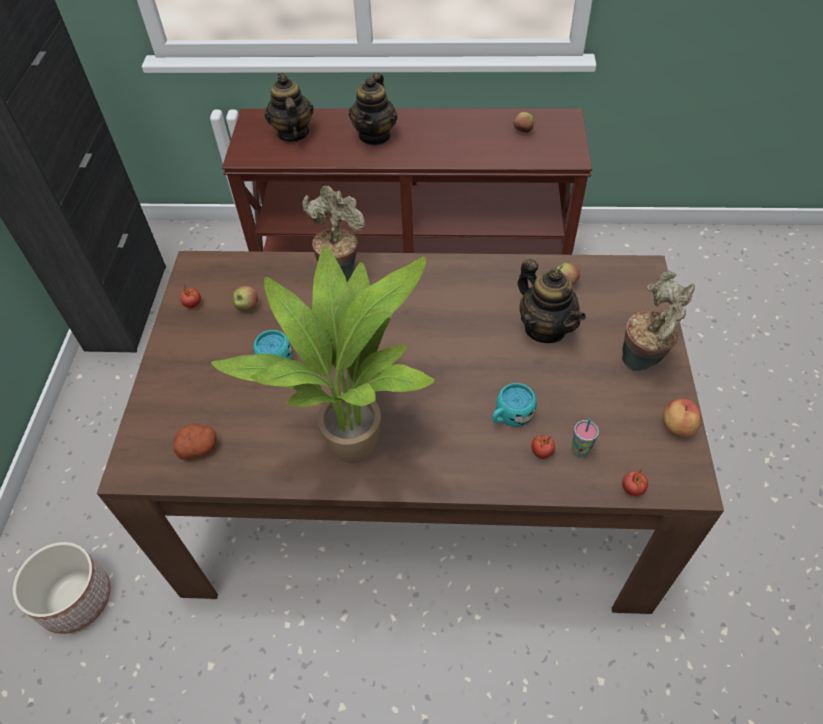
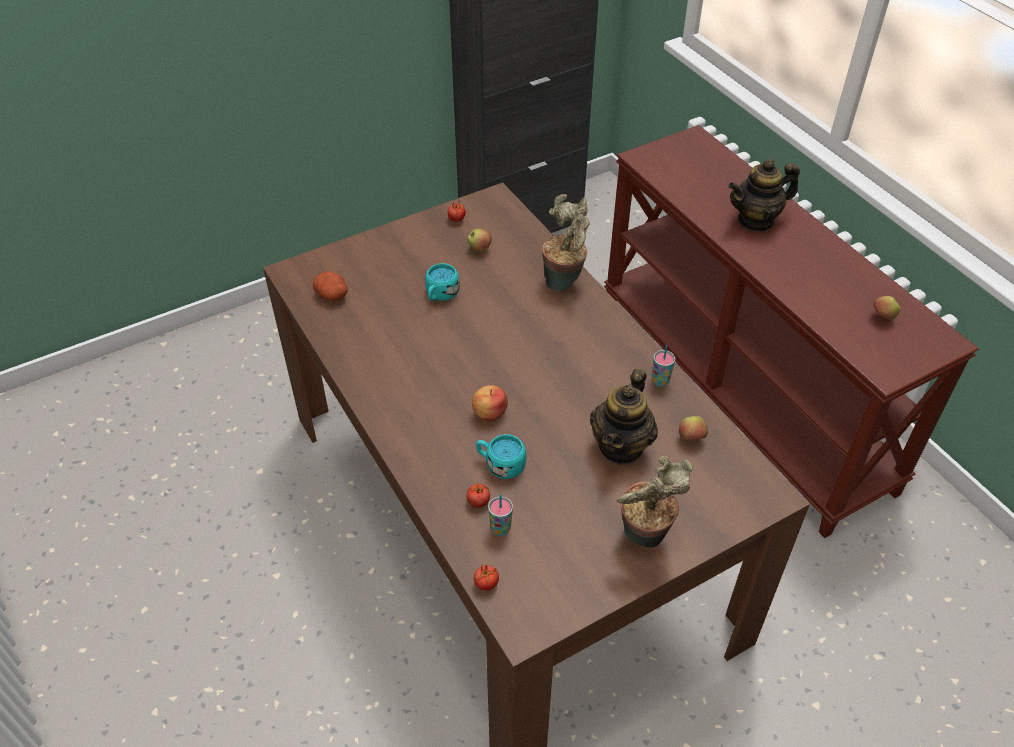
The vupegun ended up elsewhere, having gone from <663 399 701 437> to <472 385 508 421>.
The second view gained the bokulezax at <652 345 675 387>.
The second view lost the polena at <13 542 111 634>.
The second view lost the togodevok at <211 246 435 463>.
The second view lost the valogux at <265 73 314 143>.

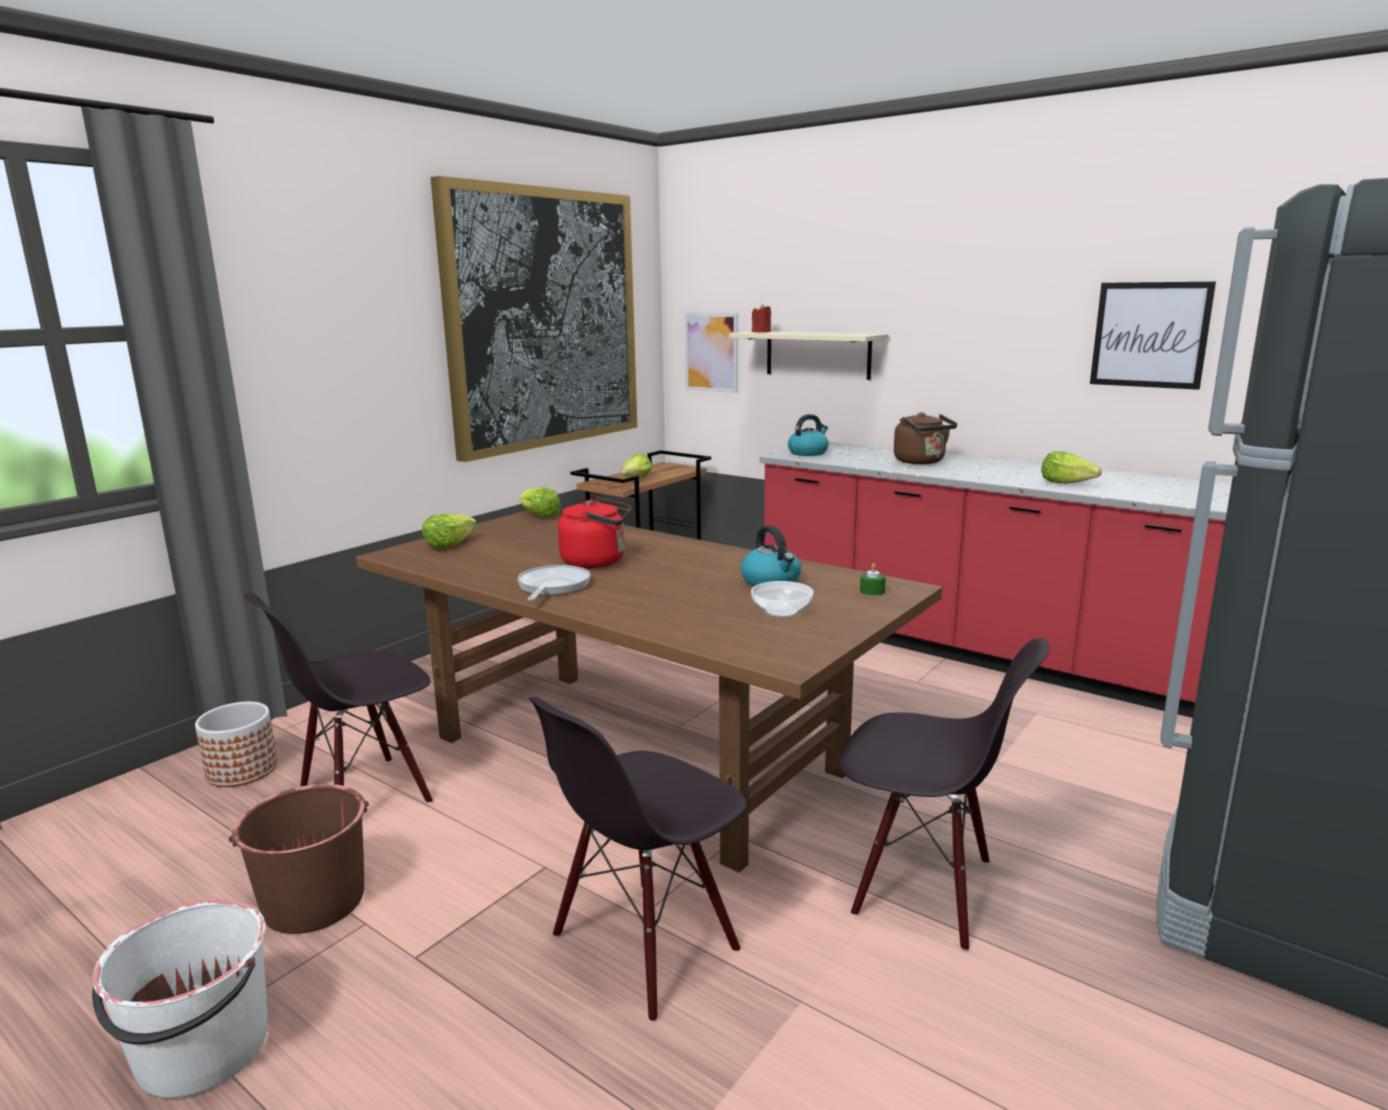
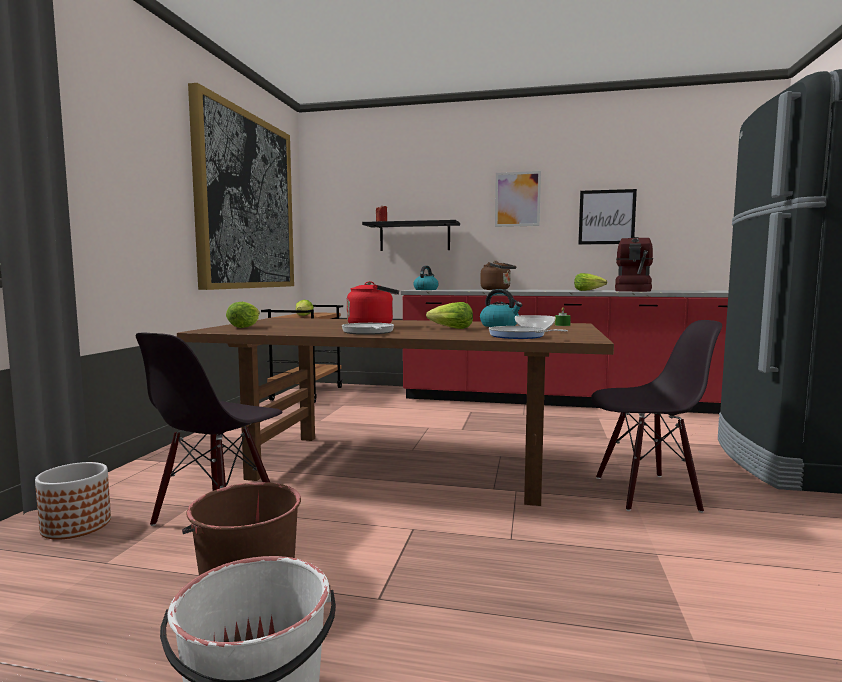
What was the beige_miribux at <729 331 888 380> turned into the black_miribux at <362 220 460 251>.
The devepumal ended up elsewhere, having gone from <519 487 561 518> to <426 302 473 329>.
The second view gained the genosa at <489 326 568 339>.
The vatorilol ended up elsewhere, having gone from <684 313 738 393> to <495 171 541 227>.
The second view gained the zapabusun at <615 237 653 292>.
The second view lost the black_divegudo at <529 697 747 1023>.

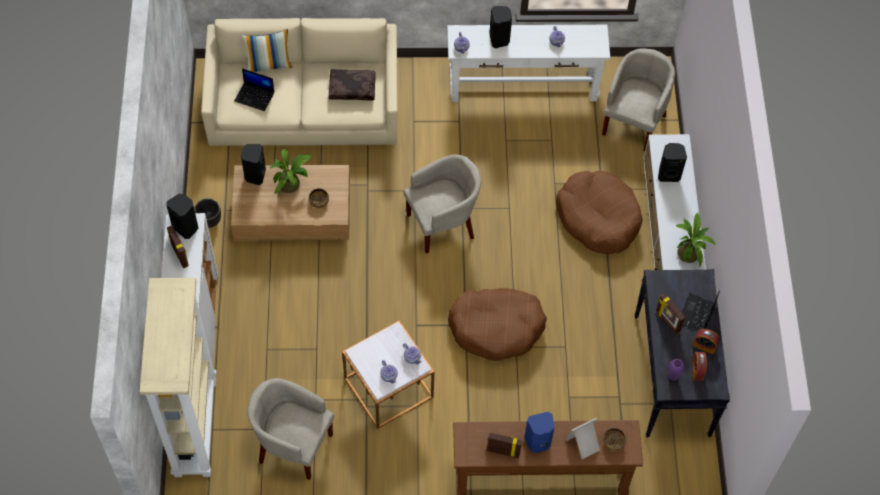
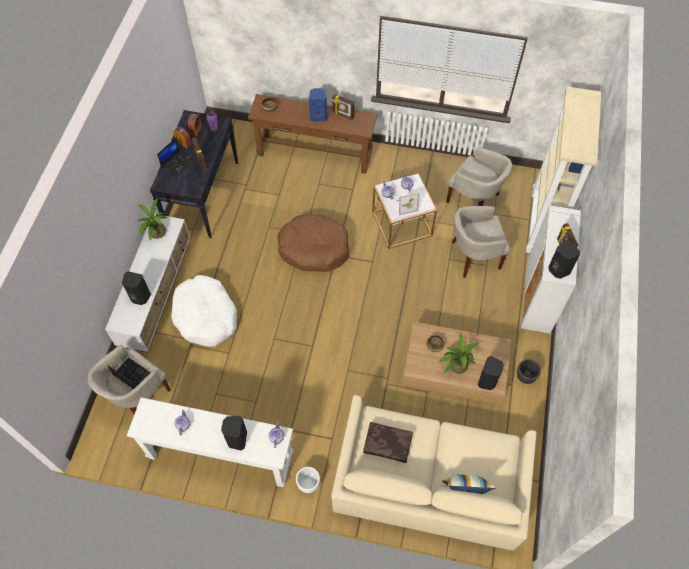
The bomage ended up elsewhere, having gone from <234 68 274 111> to <107 357 151 389>.
What was the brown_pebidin at <556 171 642 254> turned into the white_pebidin at <171 275 237 347>.
The second view gained the white_polena at <296 467 320 493>.
The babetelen ended up elsewhere, having gone from <566 418 600 459> to <396 192 419 215>.
The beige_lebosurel ended up elsewhere, having gone from <403 155 481 254> to <452 206 510 278>.

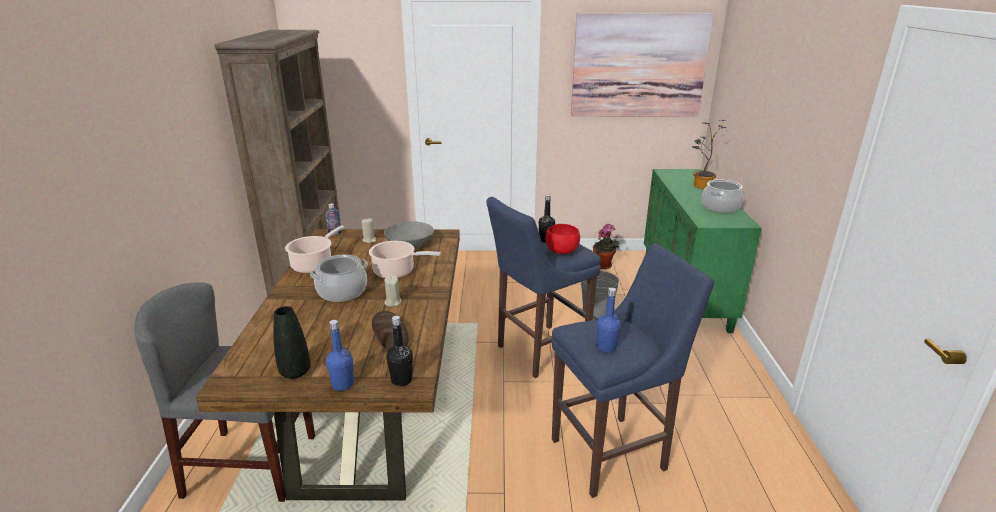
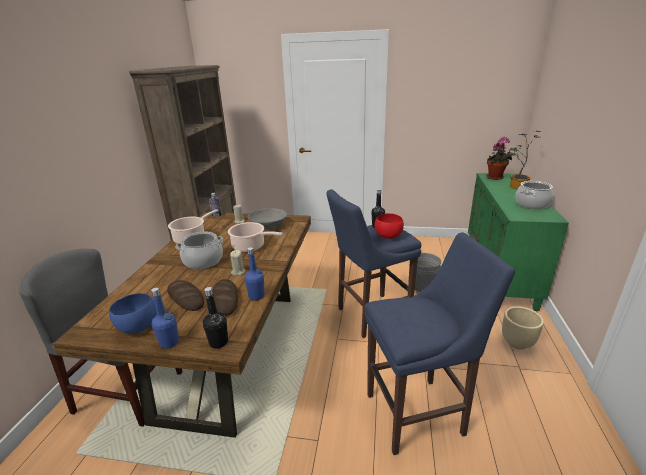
Where the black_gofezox stood at <273 306 311 379>, the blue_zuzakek came to stand at <109 293 157 334>.
The second view gained the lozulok at <167 280 204 311>.
The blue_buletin ended up elsewhere, having gone from <597 287 621 352> to <245 247 264 300>.
The togodevok ended up elsewhere, having gone from <593 223 619 269> to <487 137 513 180>.
The second view gained the beige_polena at <502 306 544 350>.
The second view lost the vatorilol at <571 13 714 116>.

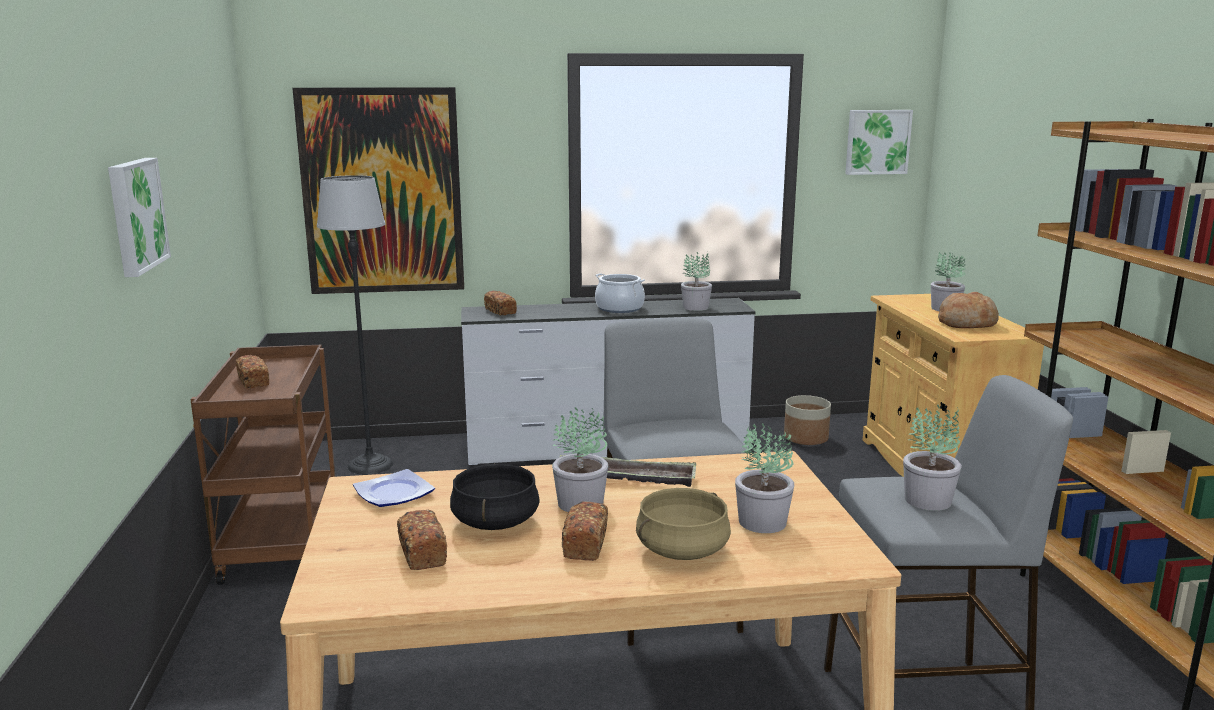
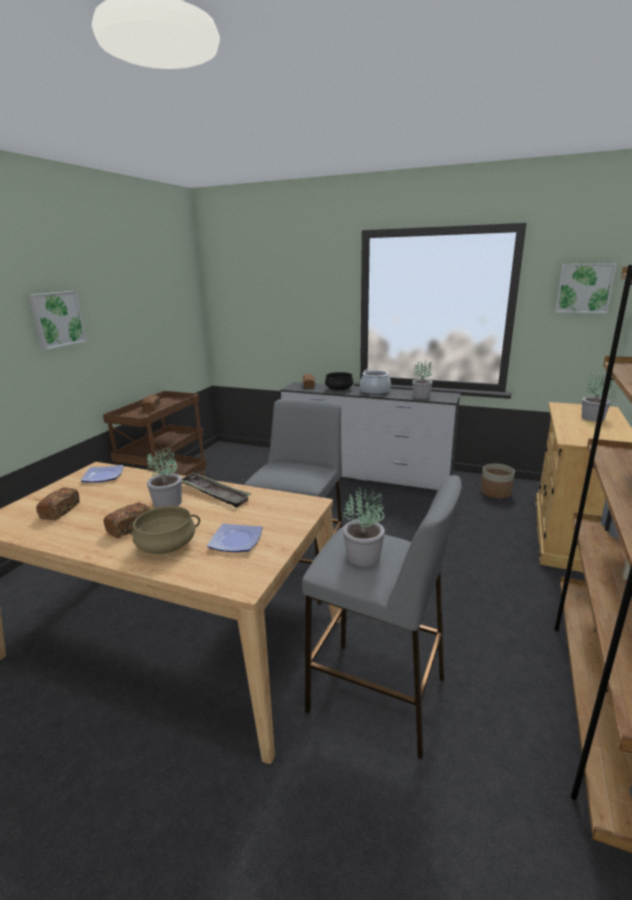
Where the togodevok stood at <735 423 794 533>, the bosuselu came to stand at <207 523 263 552>.
The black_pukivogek ended up elsewhere, having gone from <450 464 540 530> to <325 372 353 390>.
The second view lost the vatorilol at <292 87 464 294>.
The second view lost the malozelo at <317 175 393 474>.
The second view lost the lozulok at <938 292 999 328>.

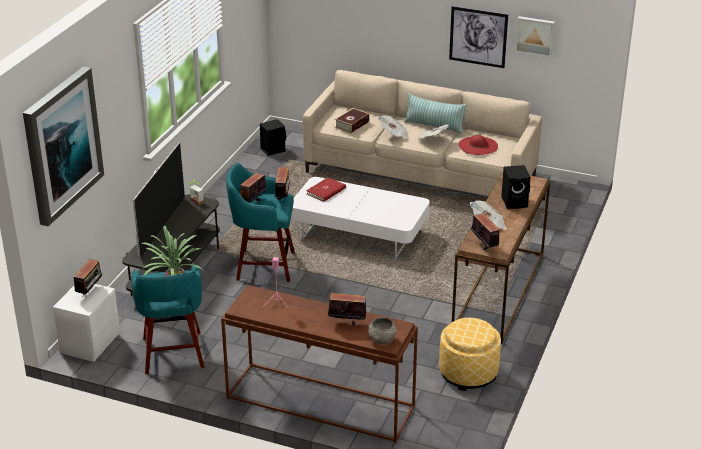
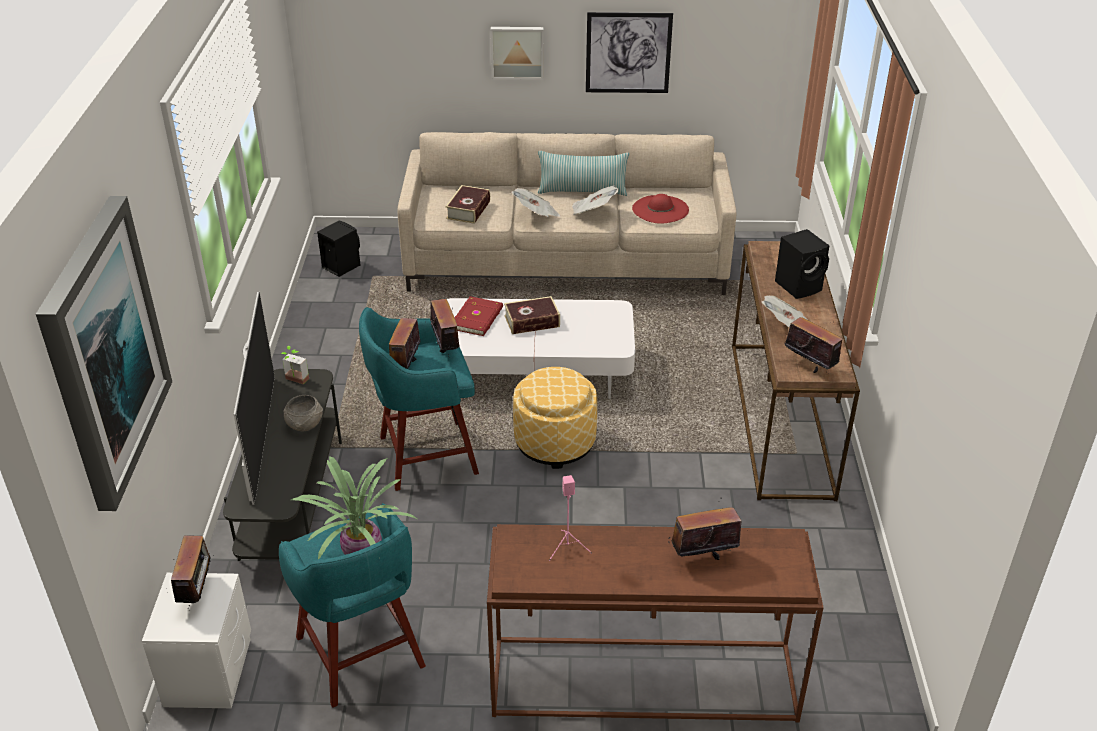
The grey_zuzakek ended up elsewhere, having gone from <368 318 397 344> to <283 395 323 431>.
The vatorilol ended up elsewhere, having gone from <515 16 555 57> to <490 27 544 79>.
The second view gained the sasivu at <504 296 560 334>.
The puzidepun ended up elsewhere, having gone from <439 318 501 391> to <513 367 597 469>.

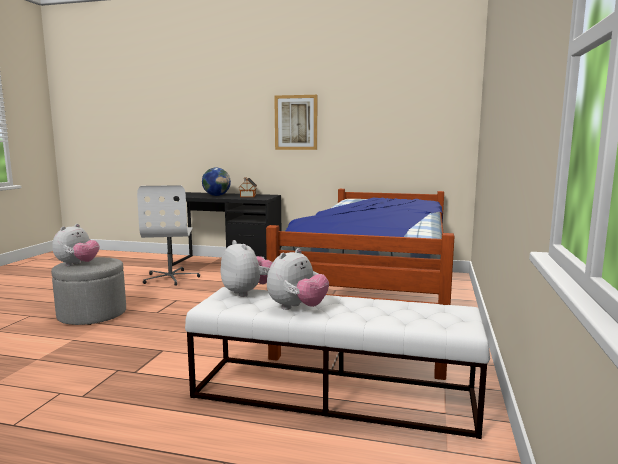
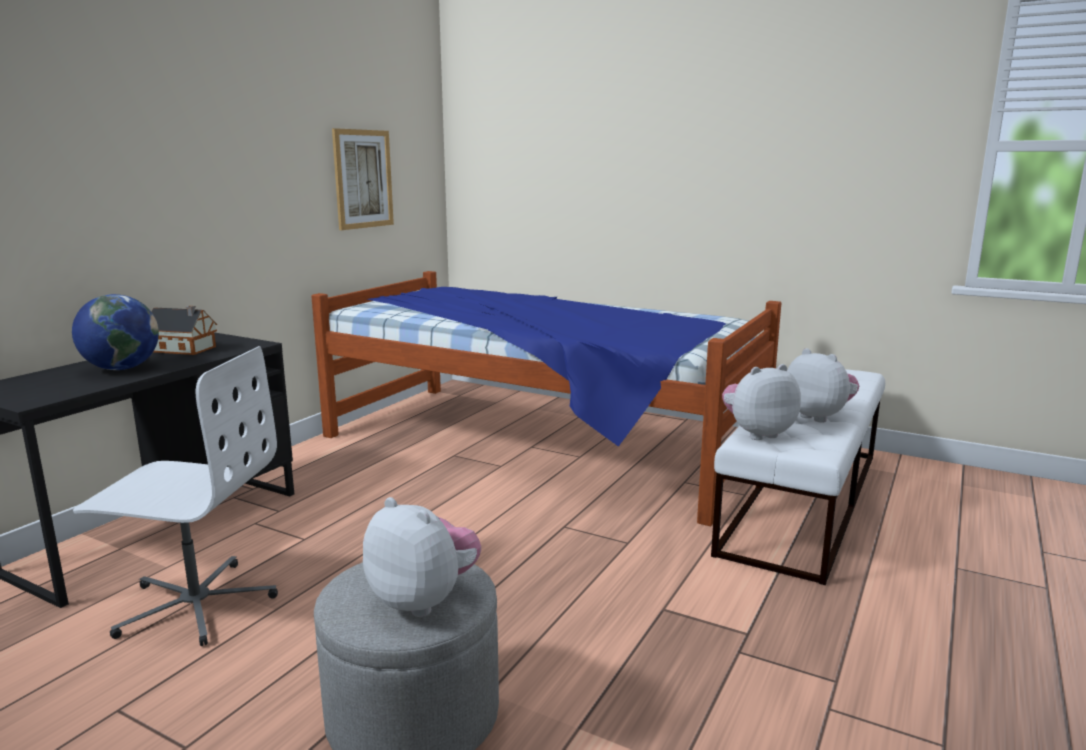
The vatorilol ended up elsewhere, having gone from <274 95 317 150> to <332 128 394 230>.

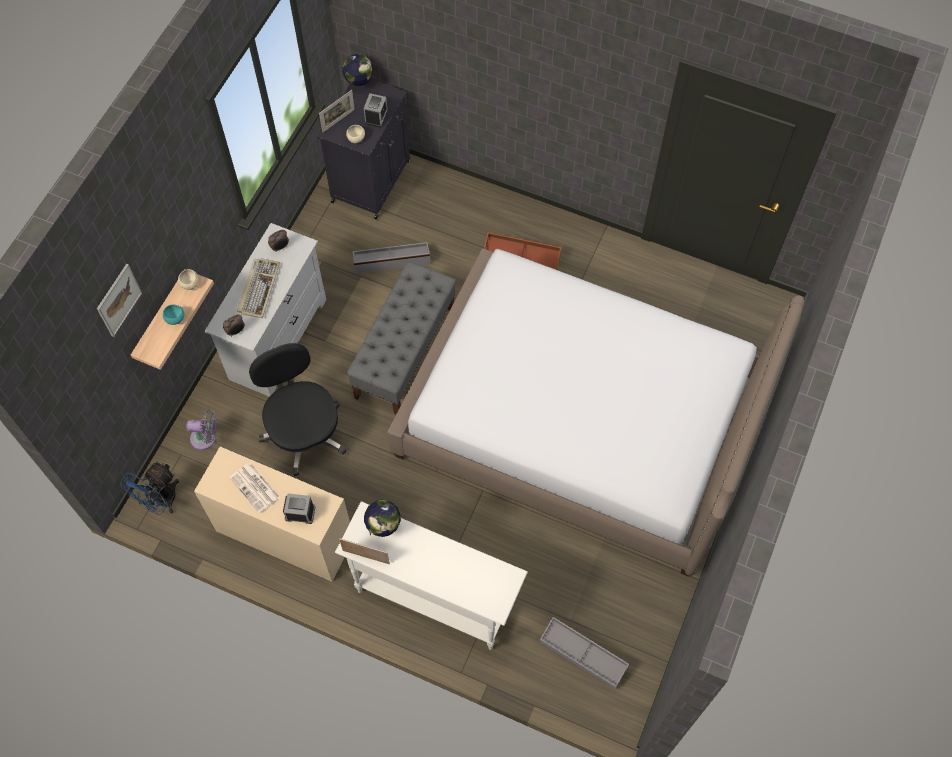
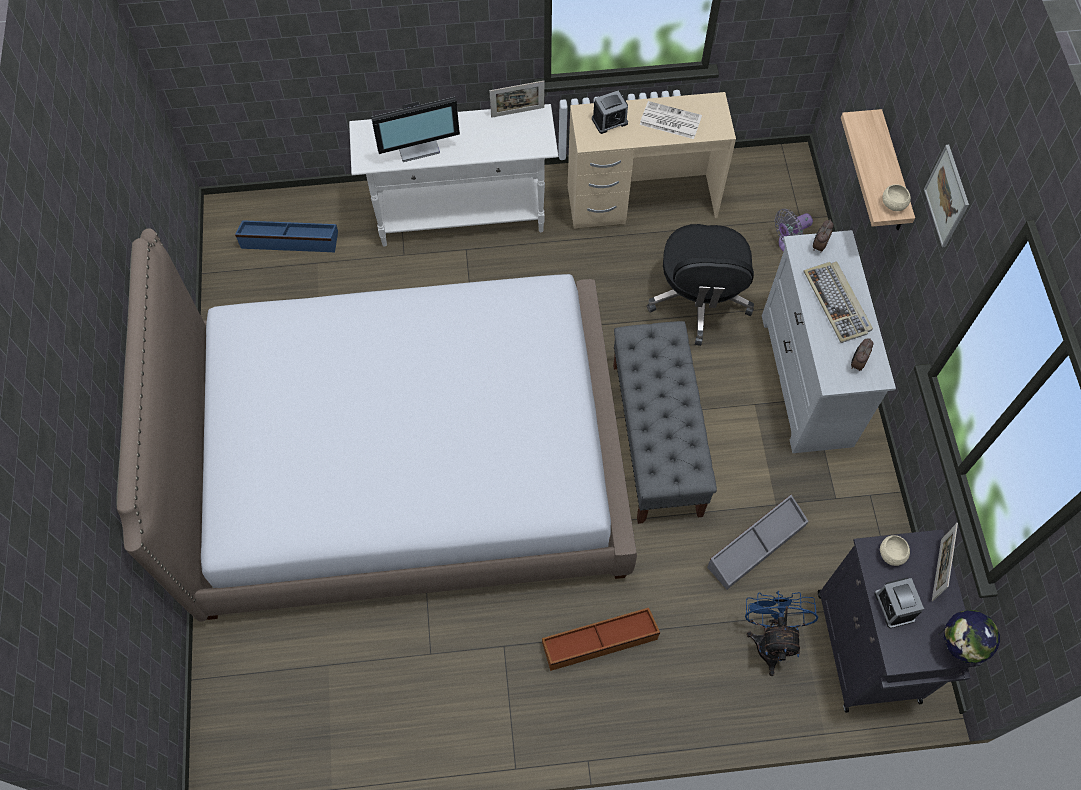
What was the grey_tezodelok at <540 617 629 689> turned into the blue_tezodelok at <235 220 338 252>.
The second view gained the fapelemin at <371 97 460 162>.
The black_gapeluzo at <249 343 346 476> ended up facing another way, 60 degrees clockwise from before.
The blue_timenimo ended up elsewhere, having gone from <120 462 179 515> to <745 590 818 676>.
The vatorilol ended up elsewhere, having gone from <97 264 142 337> to <924 145 969 247>.
The second view lost the turquoise_zuzakek at <163 305 185 325>.
The second view lost the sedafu at <364 500 401 537>.

